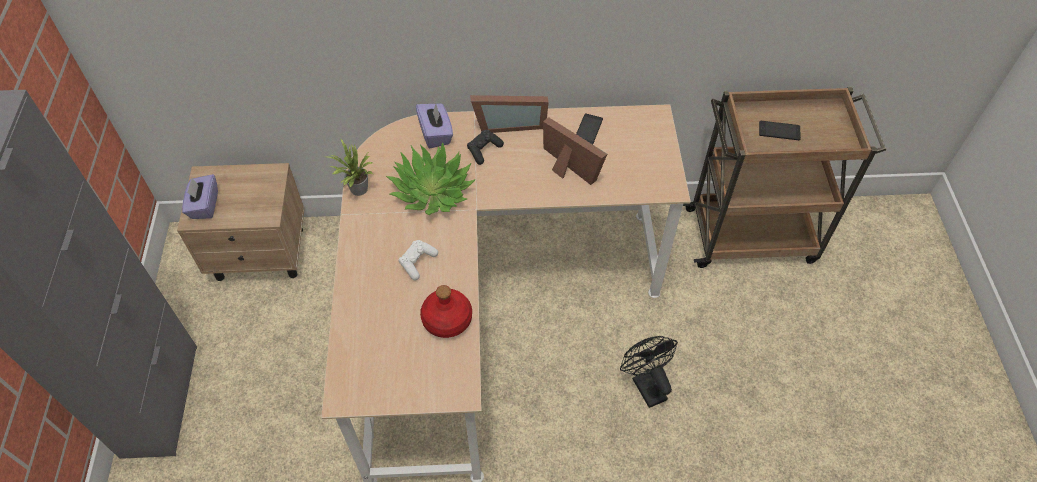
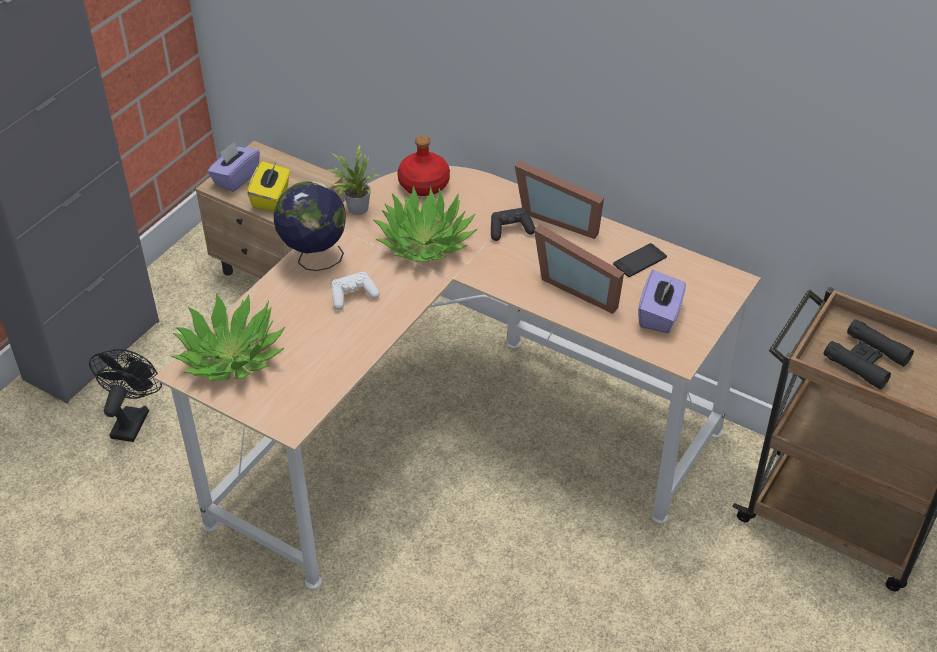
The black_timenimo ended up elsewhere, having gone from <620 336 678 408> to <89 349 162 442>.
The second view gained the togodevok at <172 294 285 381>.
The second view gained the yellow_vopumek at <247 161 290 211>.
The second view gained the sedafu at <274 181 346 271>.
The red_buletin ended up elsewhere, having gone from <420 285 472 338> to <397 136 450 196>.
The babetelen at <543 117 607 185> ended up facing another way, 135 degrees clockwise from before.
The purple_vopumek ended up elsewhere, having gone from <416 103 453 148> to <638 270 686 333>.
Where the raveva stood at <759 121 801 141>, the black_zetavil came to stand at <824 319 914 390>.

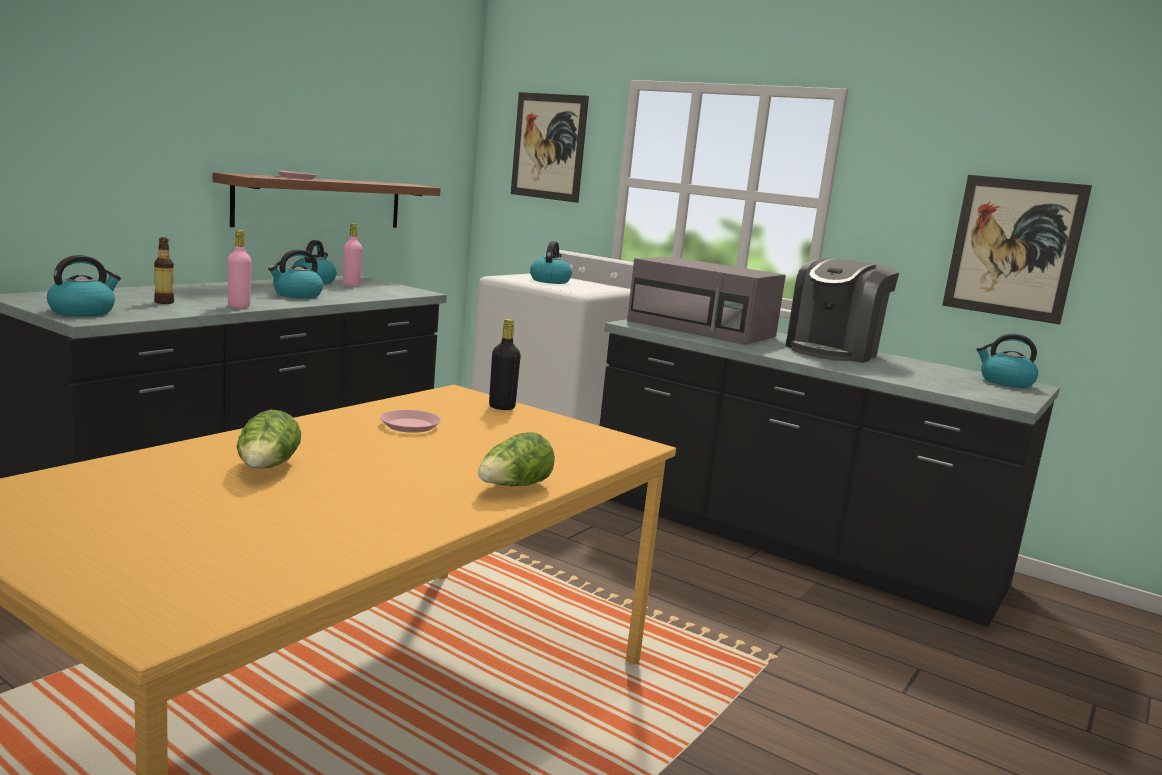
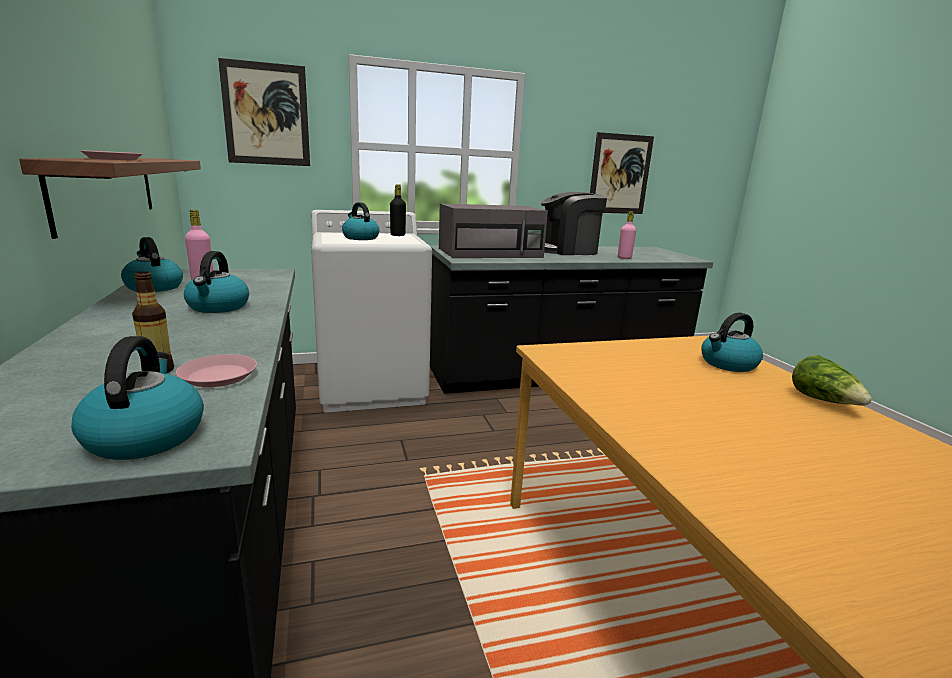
The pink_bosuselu ended up elsewhere, having gone from <380 410 441 433> to <176 354 257 387>.
The black_buletin ended up elsewhere, having gone from <489 319 521 410> to <390 184 406 236>.
The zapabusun at <786 258 899 363> ended up facing another way, 90 degrees clockwise from before.
The pink_buletin ended up elsewhere, having gone from <228 230 252 308> to <618 211 636 259>.
The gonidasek ended up elsewhere, having gone from <976 334 1038 388> to <701 313 763 372>.
The second view lost the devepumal at <237 410 301 469>.

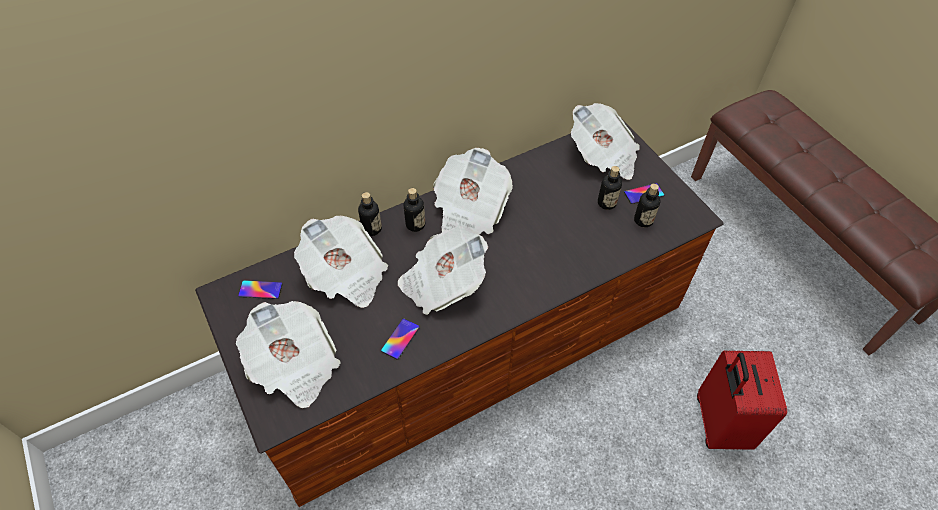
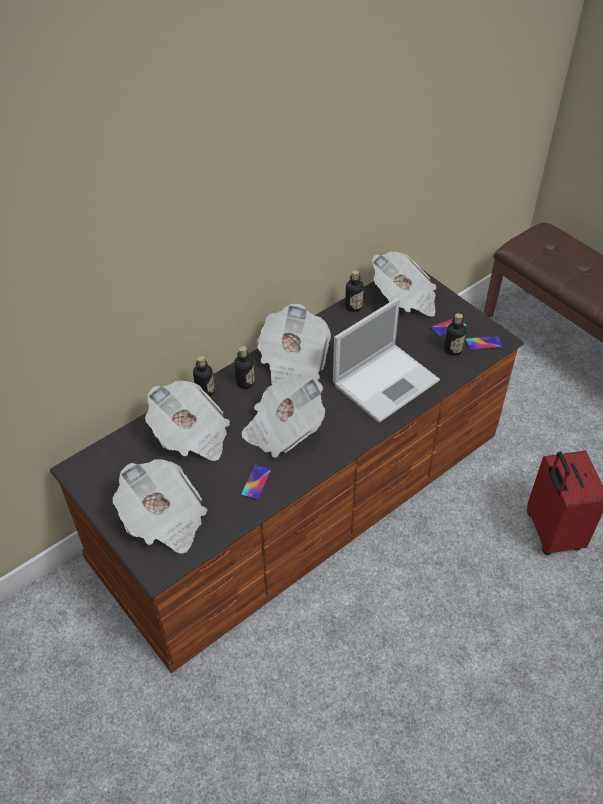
The second view gained the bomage at <333 298 440 423>.
The buletin ended up elsewhere, having gone from <598 166 622 210> to <345 270 364 312>.
The raveva ended up elsewhere, having gone from <238 280 283 299> to <465 336 503 351>.

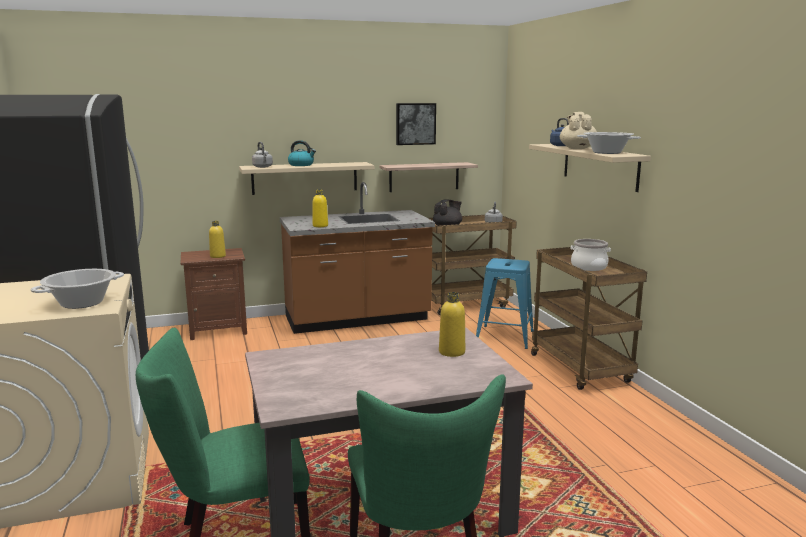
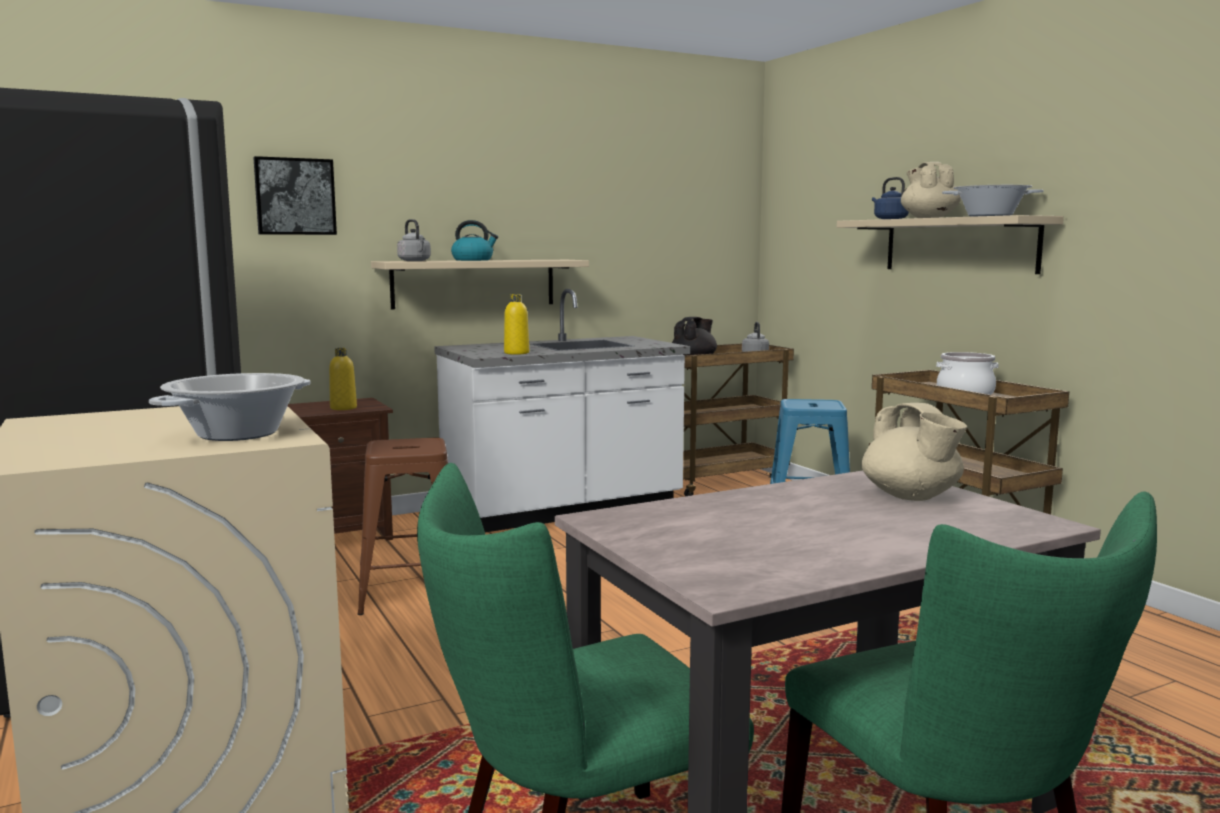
The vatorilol ended up elsewhere, having gone from <396 103 436 145> to <253 156 337 235>.
The second view gained the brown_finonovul at <358 438 448 615>.
What was the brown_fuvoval at <280 182 435 334> turned into the white_fuvoval at <434 289 690 532>.
Where the yellow_buletin stood at <439 292 465 357>, the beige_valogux came to stand at <861 403 967 501>.
The second view lost the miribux at <379 162 478 192>.

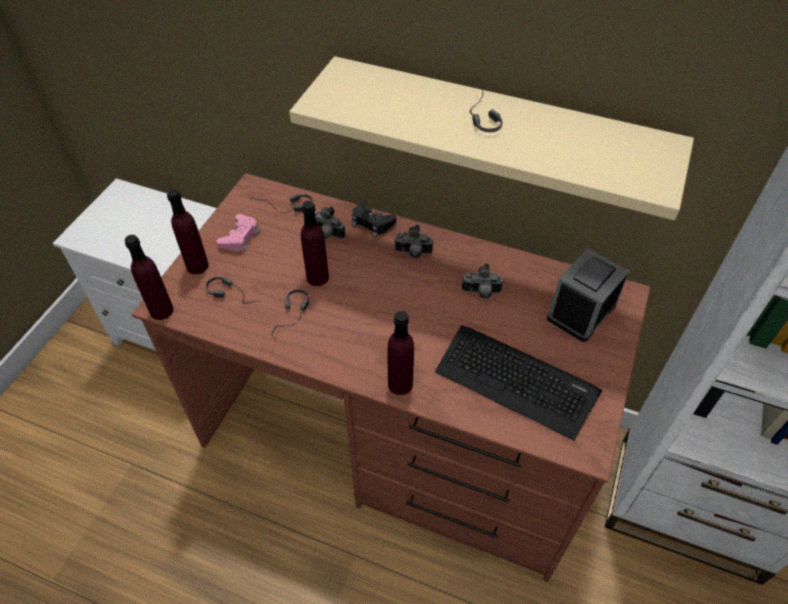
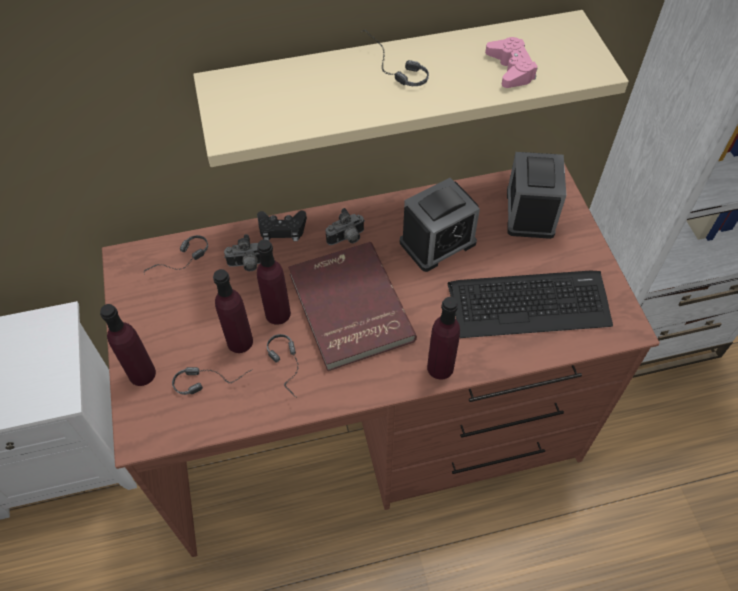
The purple_buletin ended up elsewhere, having gone from <125 235 173 320> to <213 269 253 353>.
The second view gained the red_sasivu at <288 242 417 371>.
Where the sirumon stood at <462 264 503 299>, the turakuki came to stand at <400 178 480 272>.
The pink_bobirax ended up elsewhere, having gone from <217 214 260 252> to <485 37 538 88>.

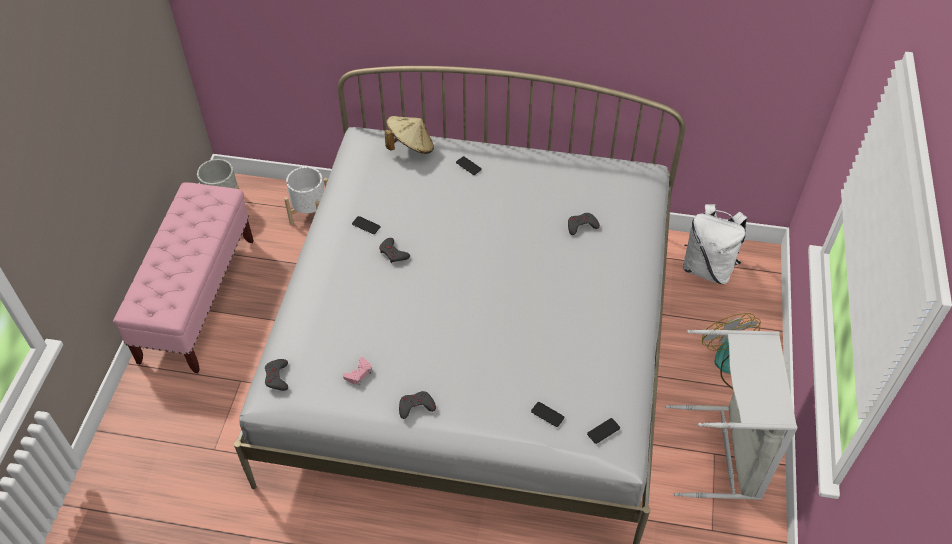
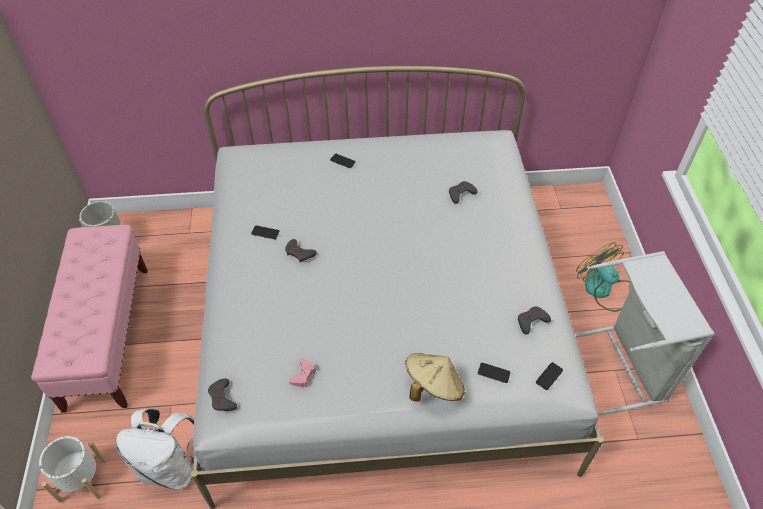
The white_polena ended up elsewhere, having gone from <284 167 328 225> to <39 436 106 503>.
The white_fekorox ended up elsewhere, having gone from <683 204 748 284> to <116 408 194 490>.
The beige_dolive ended up elsewhere, having gone from <385 116 434 154> to <405 353 465 402>.
The grey_bobirax ended up elsewhere, having gone from <399 391 436 419> to <518 306 551 335>.

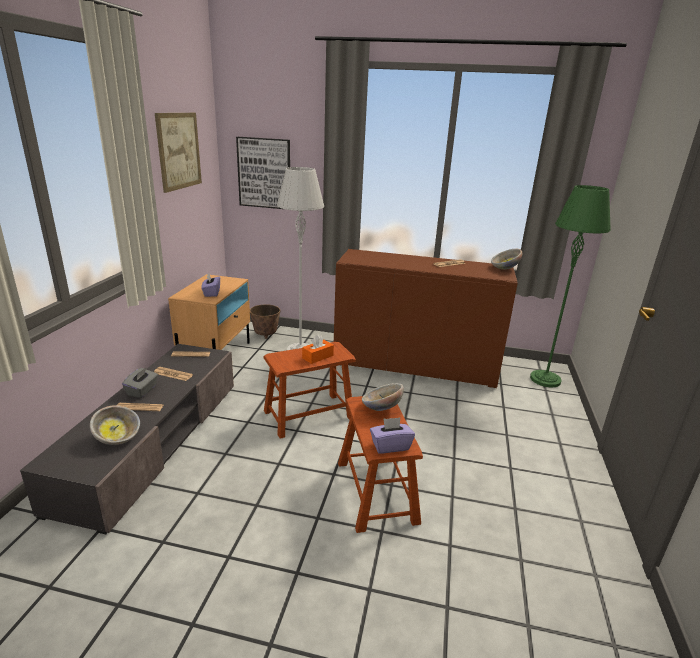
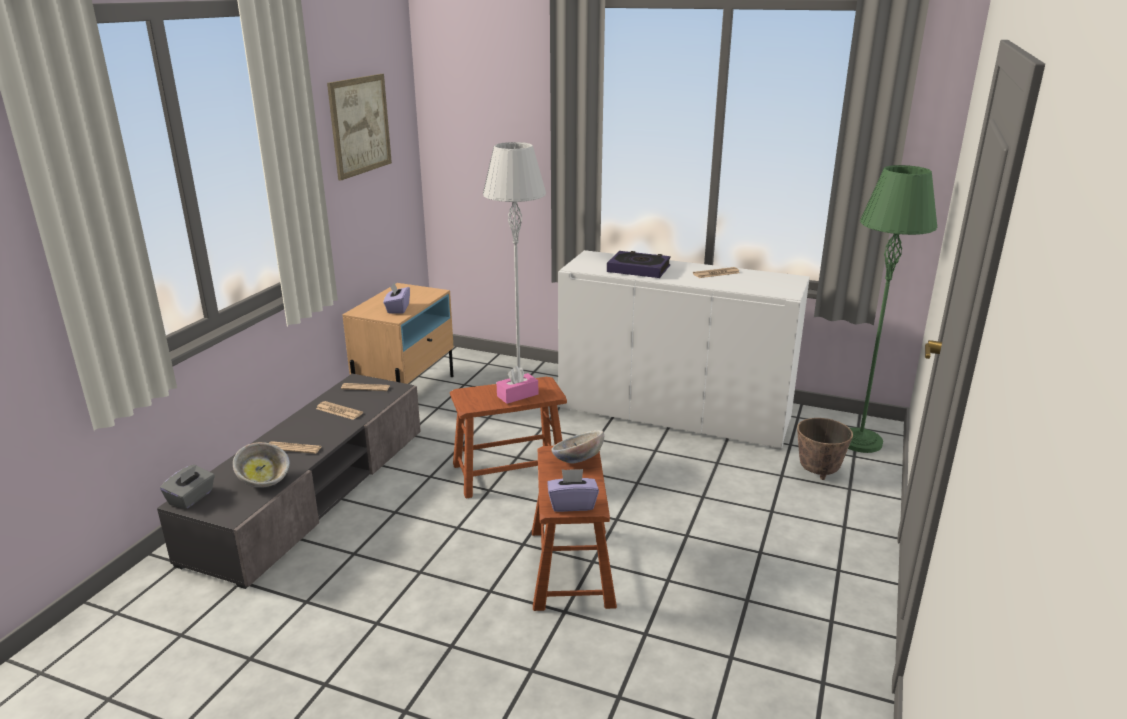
The grey_vopumek ended up elsewhere, having gone from <122 368 158 398> to <160 465 215 509>.
What was the orange_vopumek at <302 335 334 364> turned into the pink_vopumek at <496 366 538 404>.
What was the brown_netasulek at <334 249 518 388> turned into the white_netasulek at <558 250 810 450>.
The second view gained the sasivu at <607 251 671 278>.
The polena ended up elsewhere, having gone from <250 304 280 339> to <797 418 853 480>.
The second view lost the vatorilol at <236 137 290 209>.
The second view lost the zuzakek at <491 249 522 270>.

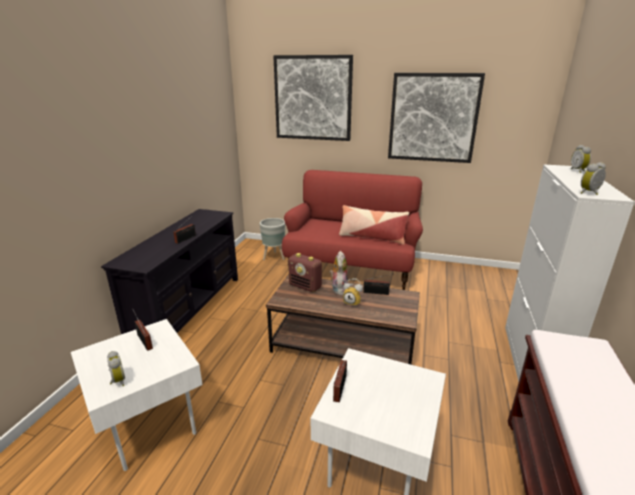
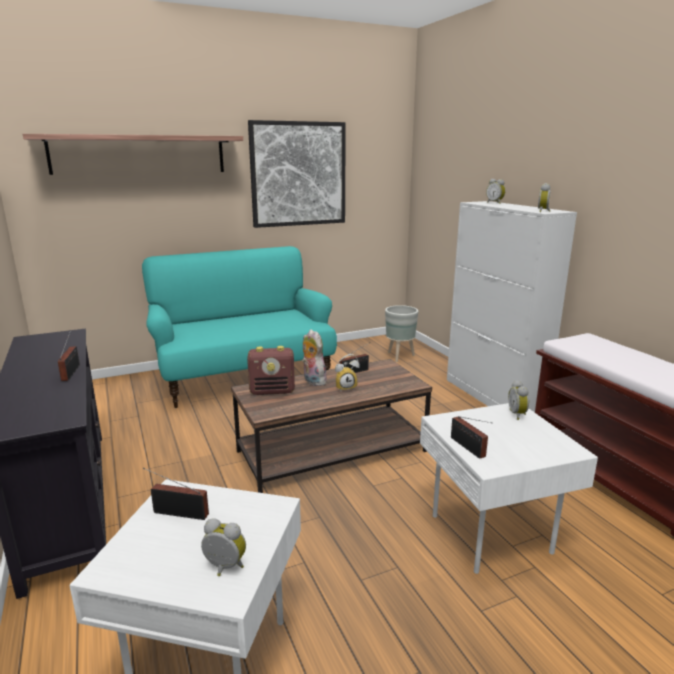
Where the vatorilol hung at <273 55 353 141>, the miribux came to hang at <23 134 243 175>.
What was the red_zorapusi at <282 170 423 290> turned into the turquoise_zorapusi at <142 246 337 408>.
The grey_polena ended up elsewhere, having gone from <260 218 285 260> to <385 305 418 362>.
The second view gained the turakuki at <508 380 529 420>.
The second view lost the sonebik at <339 205 409 245>.

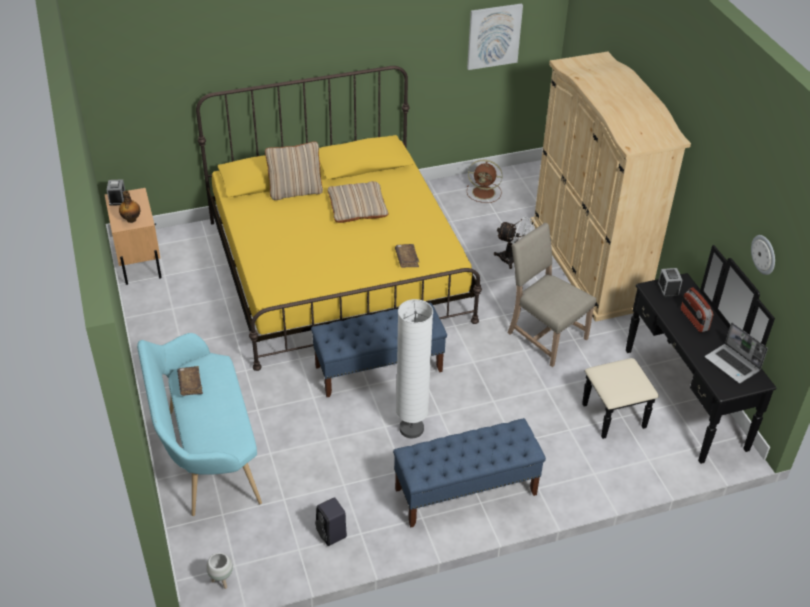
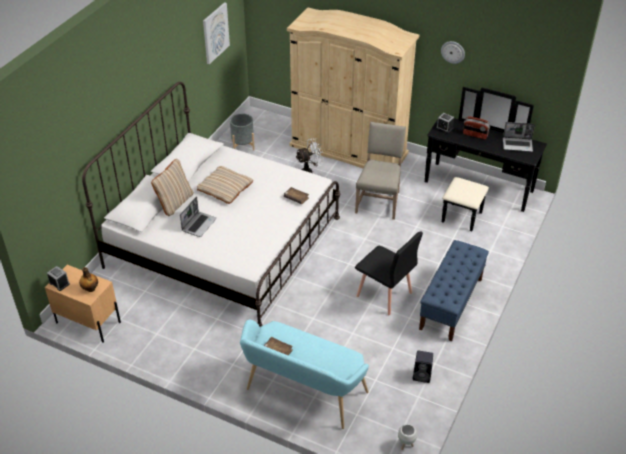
What was the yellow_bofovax at <196 66 482 371> turned into the white_bofovax at <82 82 341 327>.
The second view gained the bomage at <180 196 217 237>.
Where the brown_timenimo stood at <467 160 503 203>, the grey_polena came to stand at <230 113 255 151>.
The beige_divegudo at <507 223 596 367> ended up facing another way, 105 degrees clockwise from before.
Where the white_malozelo stood at <396 299 433 438>, the black_divegudo came to stand at <355 231 423 315>.
The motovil ended up elsewhere, having gone from <751 235 775 275> to <441 41 465 64>.
The second view lost the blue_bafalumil at <311 302 447 397>.

